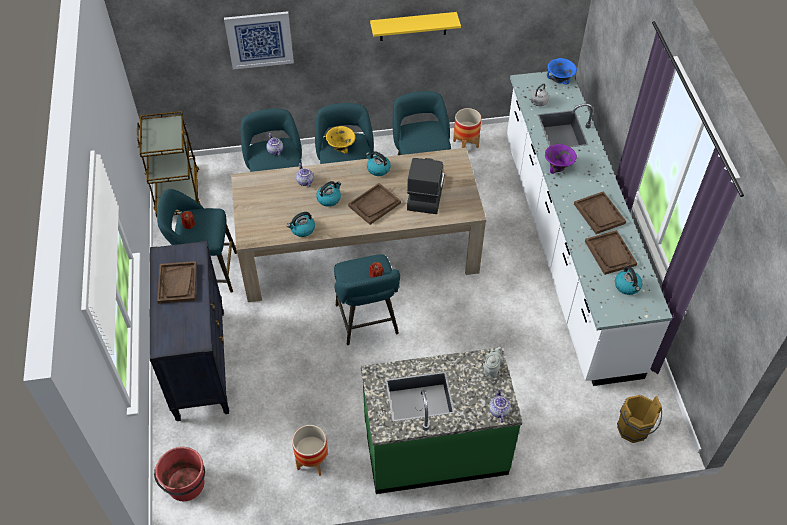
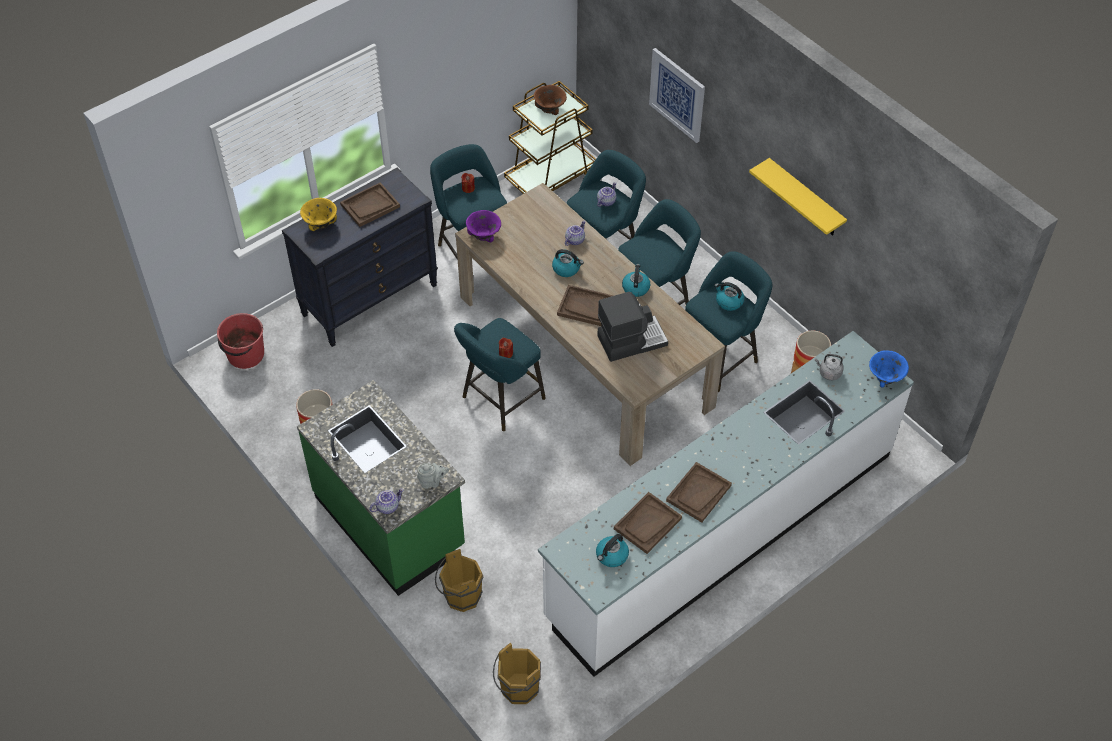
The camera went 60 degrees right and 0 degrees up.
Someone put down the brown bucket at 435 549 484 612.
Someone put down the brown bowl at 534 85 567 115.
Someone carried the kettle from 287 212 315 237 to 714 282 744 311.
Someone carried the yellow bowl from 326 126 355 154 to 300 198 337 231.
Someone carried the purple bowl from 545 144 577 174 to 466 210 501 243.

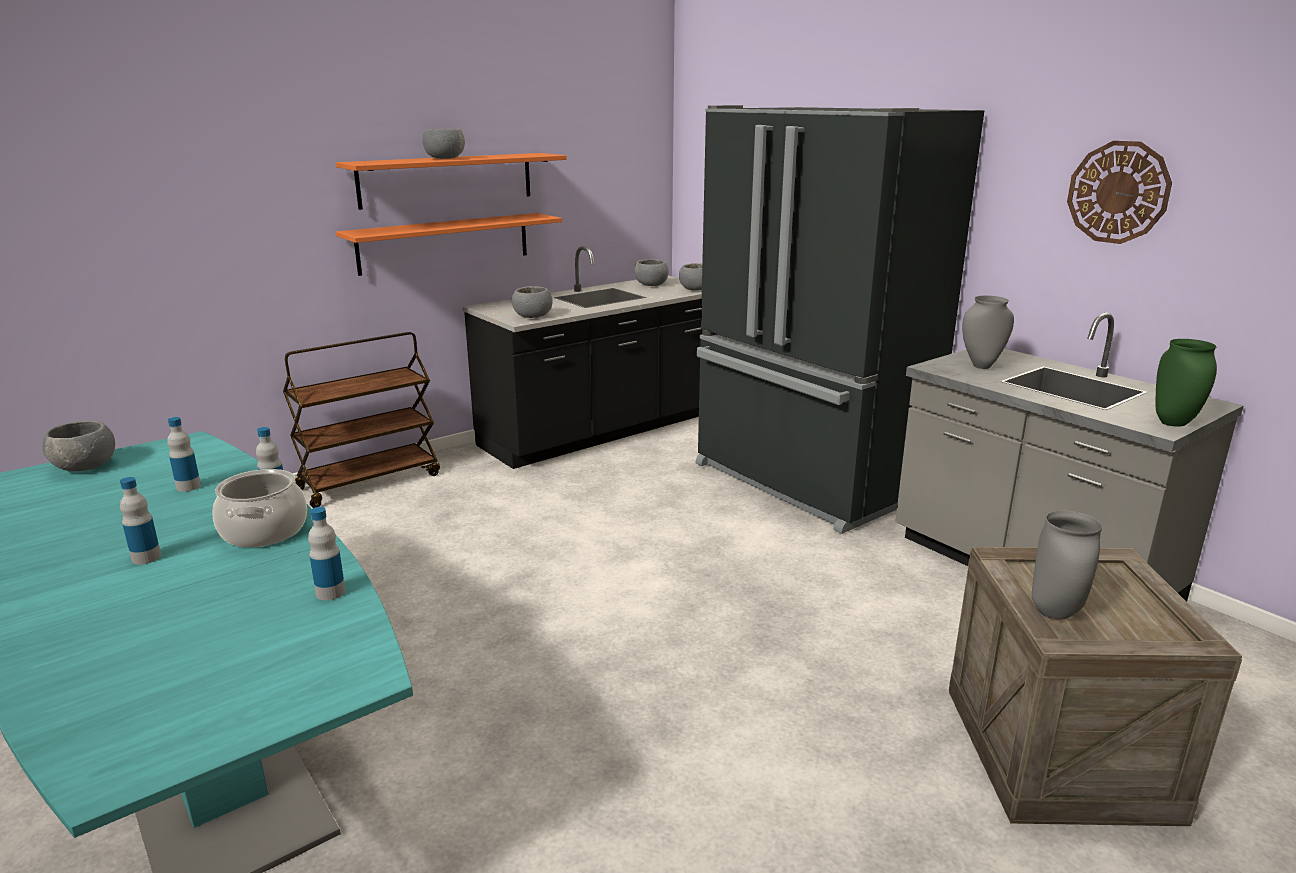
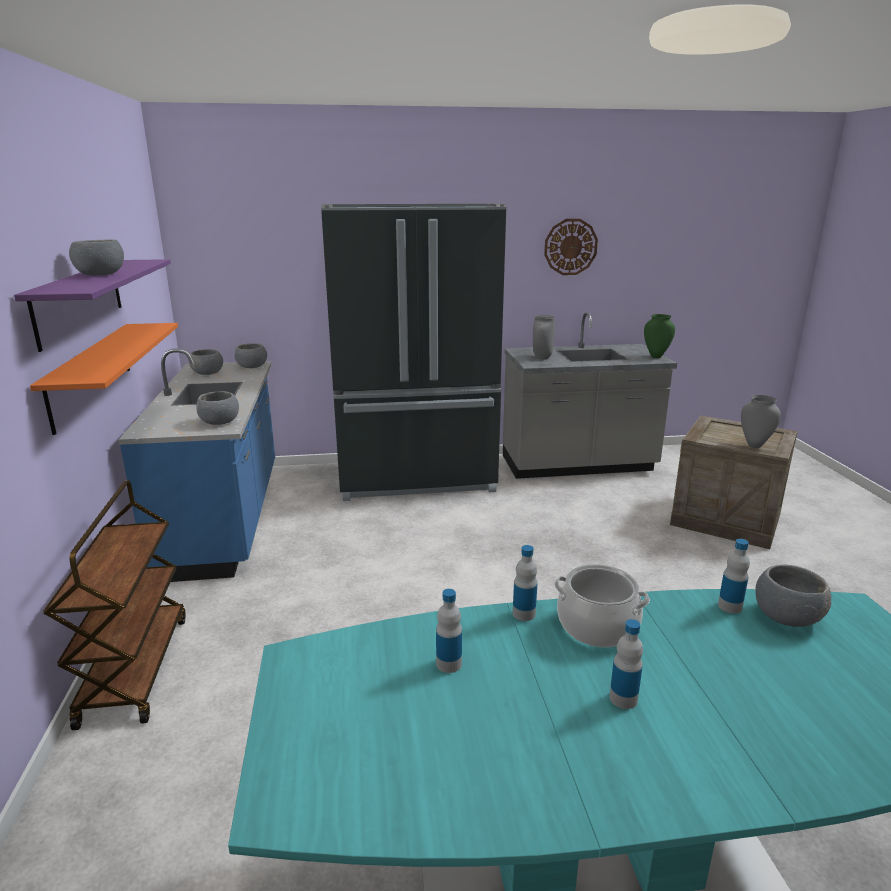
The camera went 60 degrees left and 0 degrees up.
Someone carried the grey bowl from 42 421 115 471 to 755 565 831 627.
Someone repainted the orange shelf at 335 153 567 210, which became the purple shelf at 14 259 171 352.
Someone repainted the black counter at 462 246 703 469, which became the blue counter at 118 349 275 582.

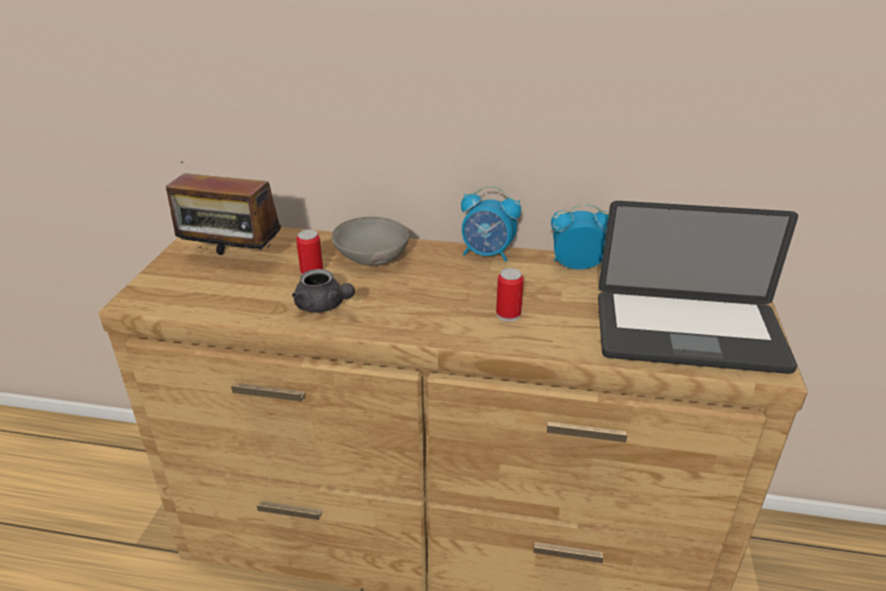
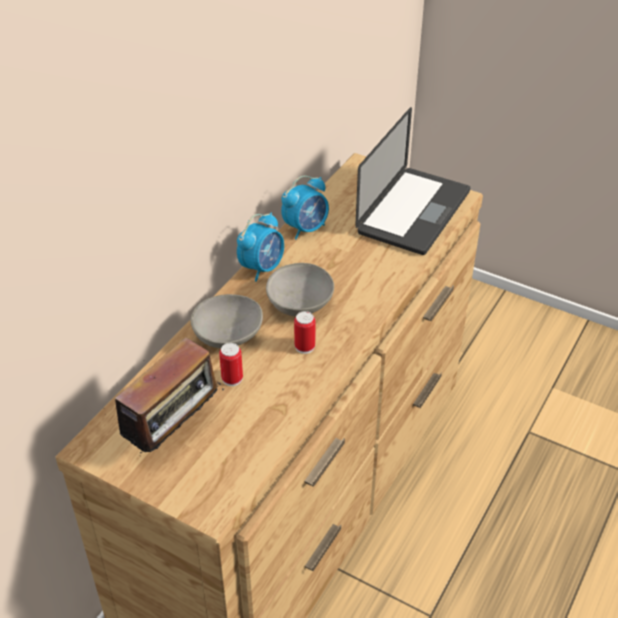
The camera went 70 degrees left and 10 degrees up.
Someone took away the grey teapot at 292 269 355 313.
Someone put down the grey bowl at 266 263 334 316.
Someone carried the can from 496 268 524 322 to 294 311 315 354.
Someone rotated the alarm clock at 551 203 609 270 by 150 degrees counterclockwise.

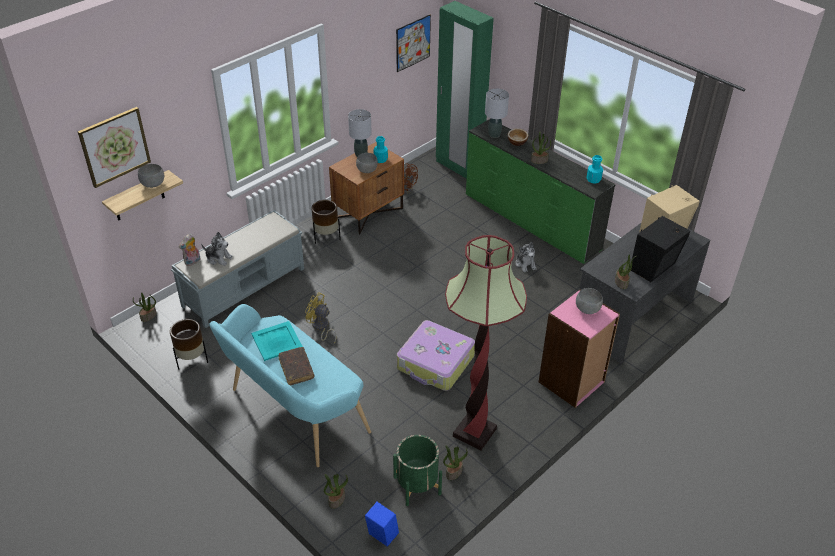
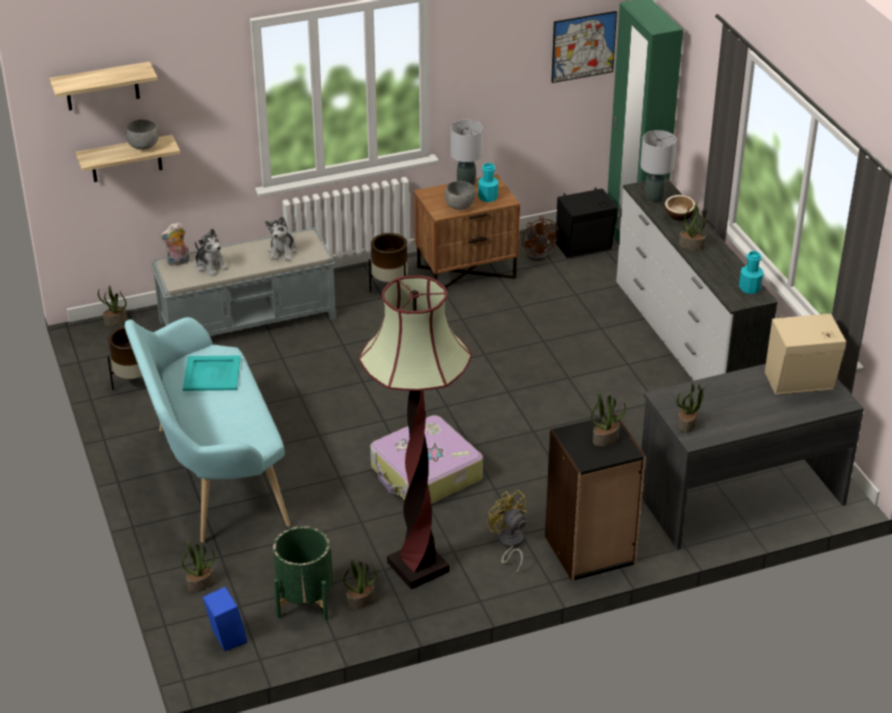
The camera went 25 degrees right and 5 degrees down.
Someone took away the brown book at 278 347 314 386.
Someone carried the yellow fan from 305 292 336 344 to 487 490 528 573.
Someone carried the plush toy from 515 242 537 273 to 265 216 297 261.
Someone carried the black speaker from 631 216 690 282 to 556 187 618 258.
Someone swapped the picture at 78 107 151 188 for the shelf at 49 61 158 111.
Someone swapped the grey bowl at 576 288 603 314 for the potted plant at 590 392 626 447.
Someone repainted the green dresser at 466 119 616 263, which became the white dresser at 616 177 778 381.
Someone repainted the pink bookcase at 539 289 620 408, which became the black bookcase at 545 414 646 581.

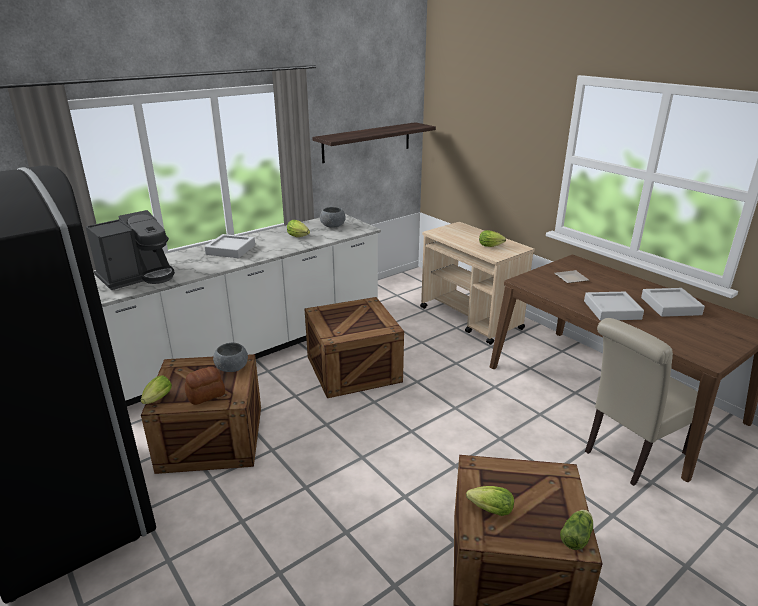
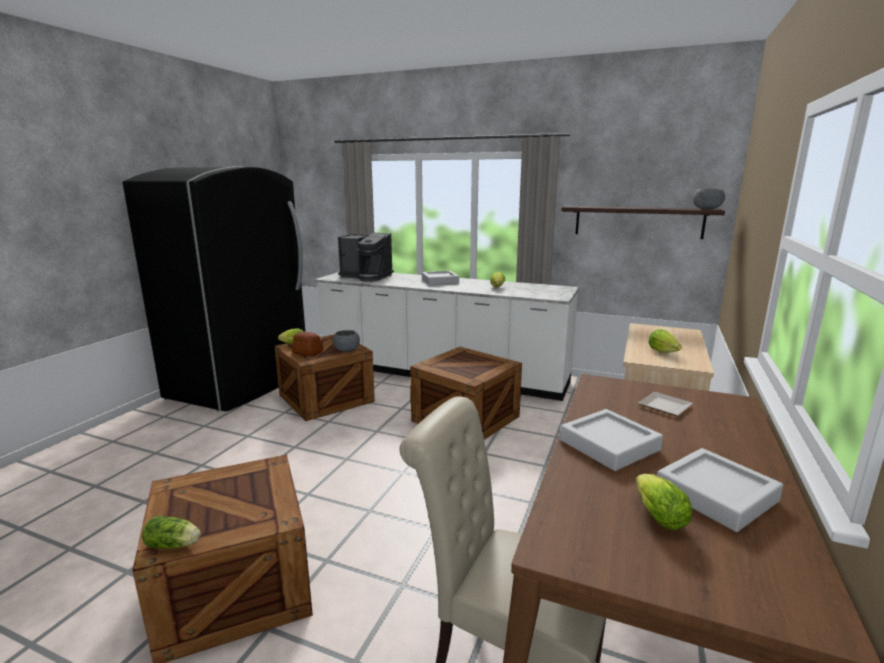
The camera went 60 degrees right and 10 degrees down.
Someone carried the grey bowl from 320 207 346 228 to 693 189 725 209.
Someone carried the lettuce from 466 486 514 516 to 636 474 692 530.

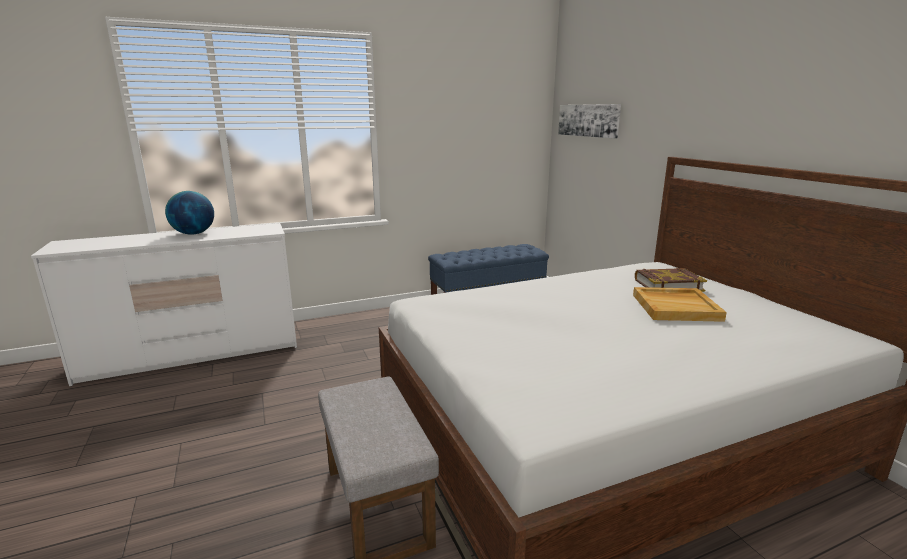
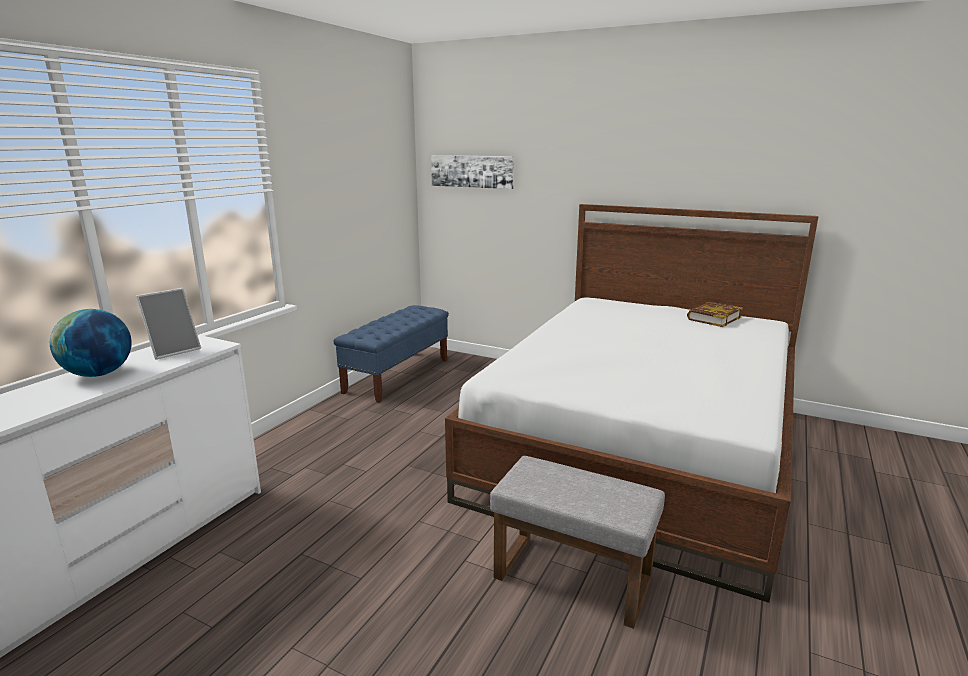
The camera went 40 degrees left and 0 degrees up.
Someone took away the beige tray at 633 287 727 322.
Someone put down the picture frame at 136 288 201 360.
Someone carried the book from 635 268 707 292 to 687 302 743 327.

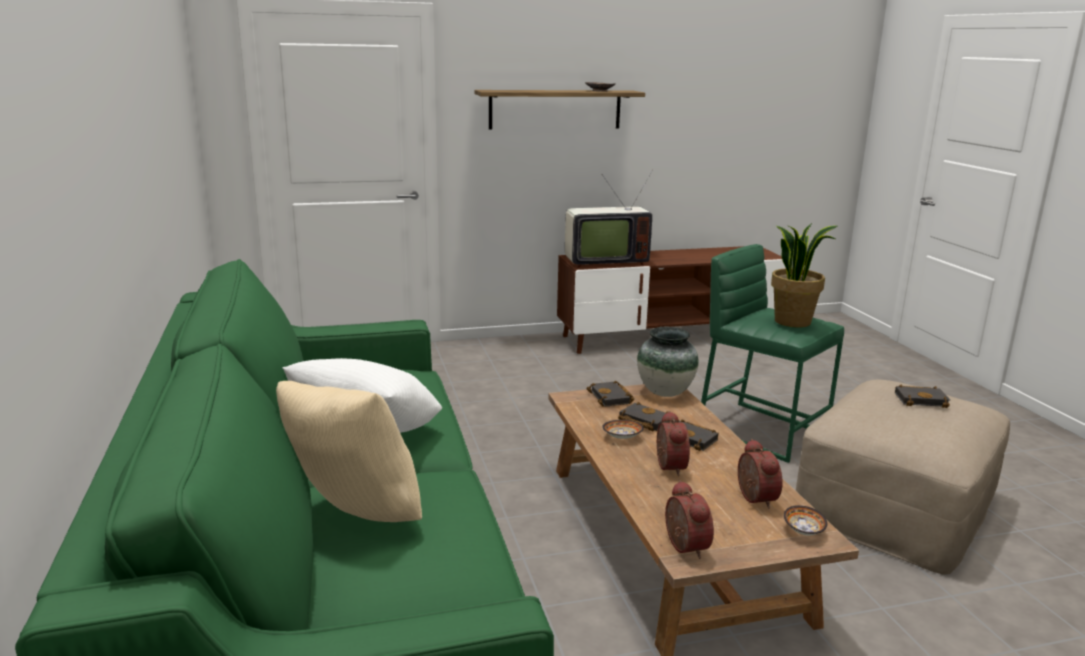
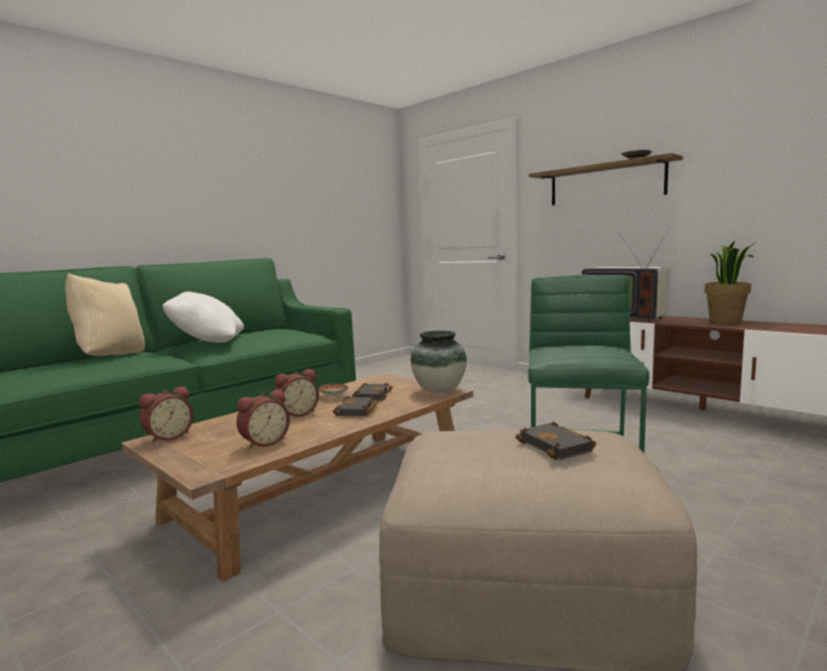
The camera went 60 degrees right and 10 degrees down.
Someone took away the black book at 586 381 634 407.
Someone took away the bowl at 784 505 827 536.
Someone carried the potted plant from 771 223 837 328 to 705 241 756 324.

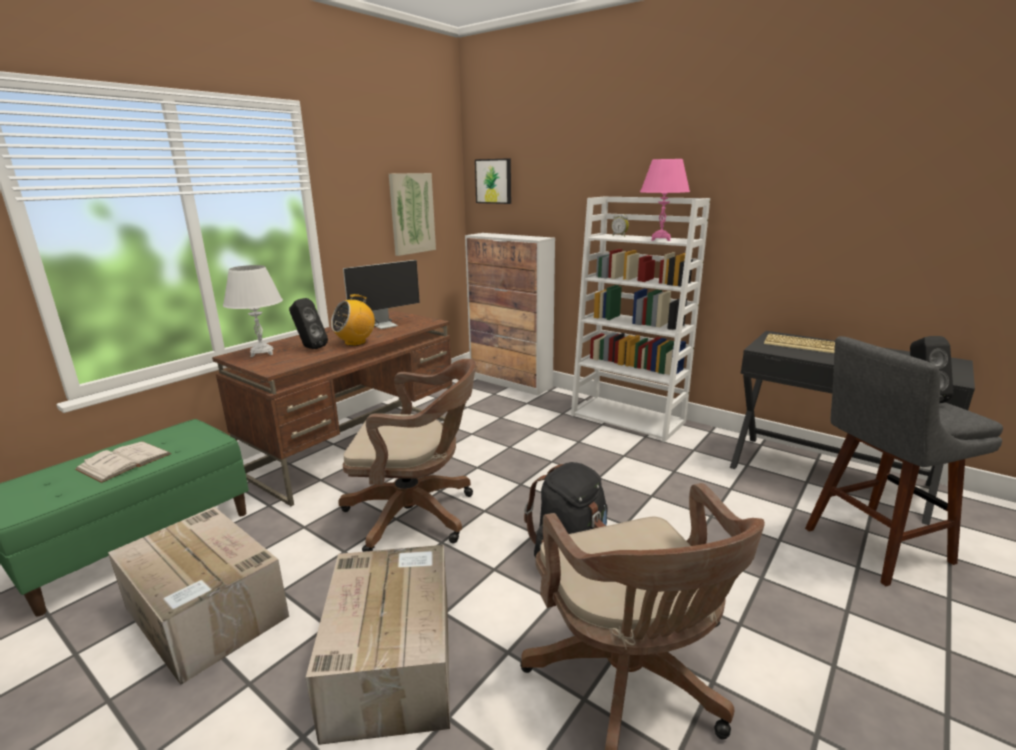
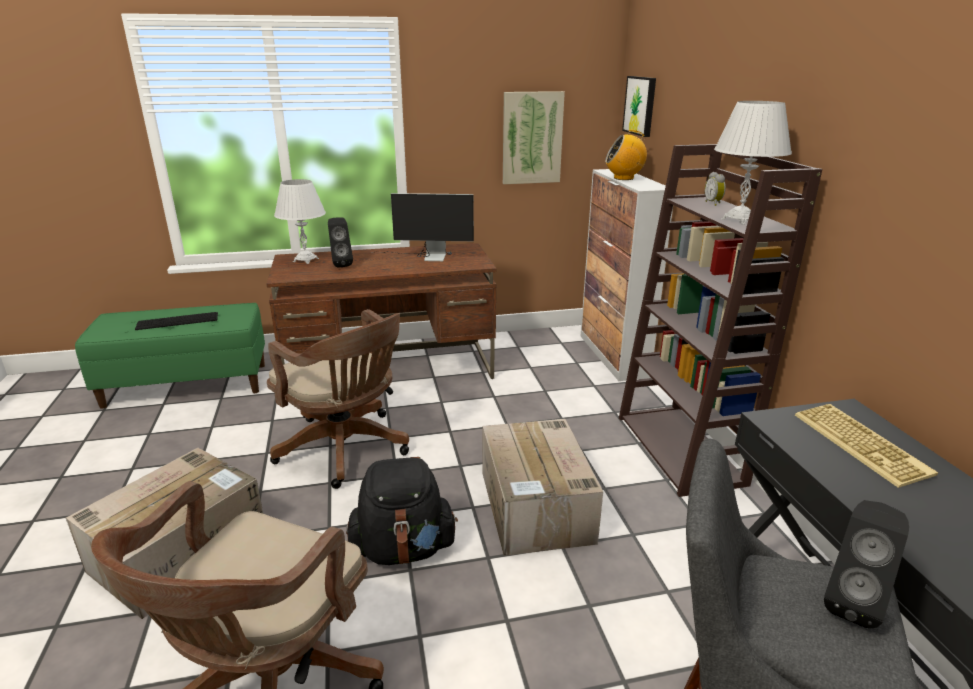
The camera went 40 degrees right and 5 degrees up.
Someone carried the cardboard box from 108 506 289 685 to 483 419 603 556.
Someone carried the radio from 331 294 375 346 to 605 130 647 180.
Someone swapped the white book at 75 441 172 483 for the keyboard at 135 312 218 330.
Someone repainted the white bookcase at 571 196 710 442, which became the brown bookcase at 619 144 823 497.
Someone repainted the pink table lamp at 640 159 690 241, which became the white table lamp at 714 101 792 225.

